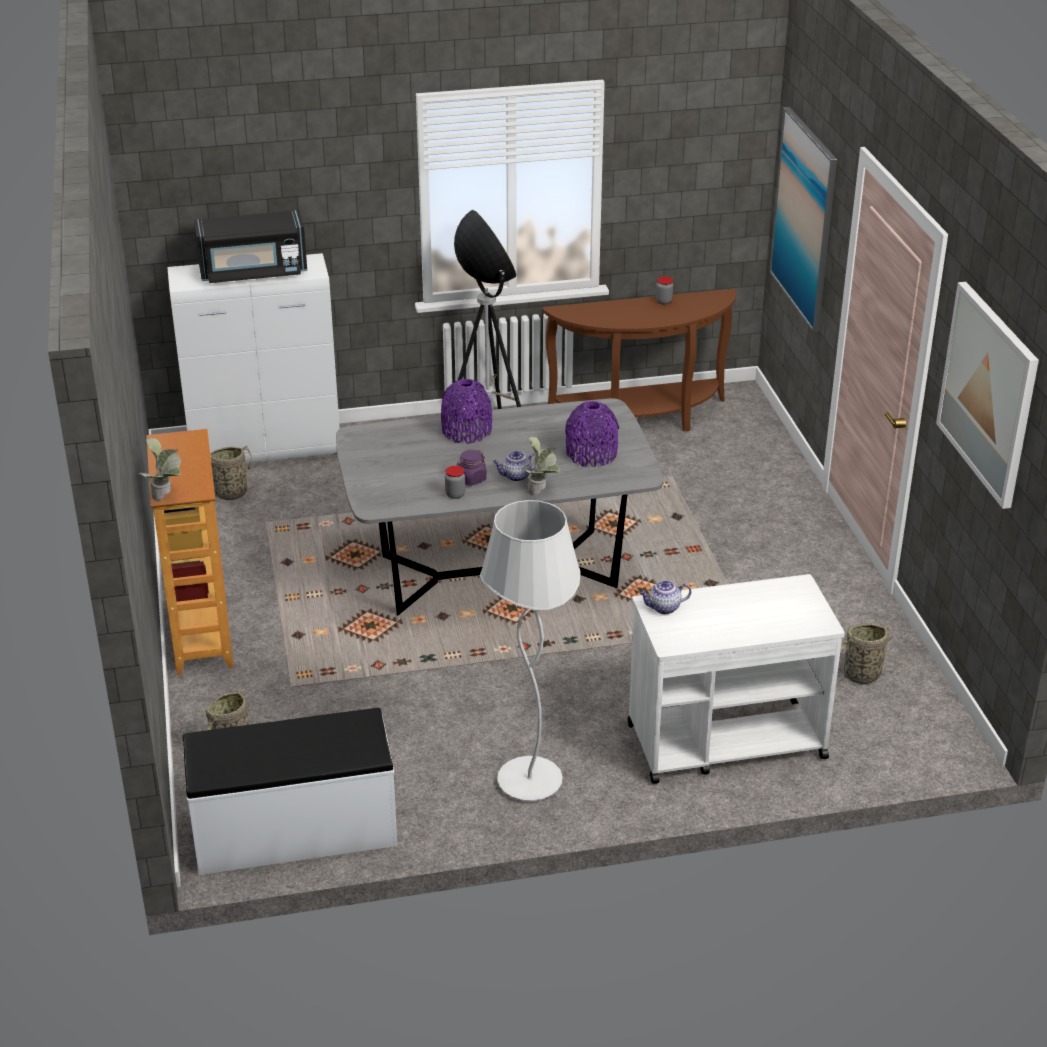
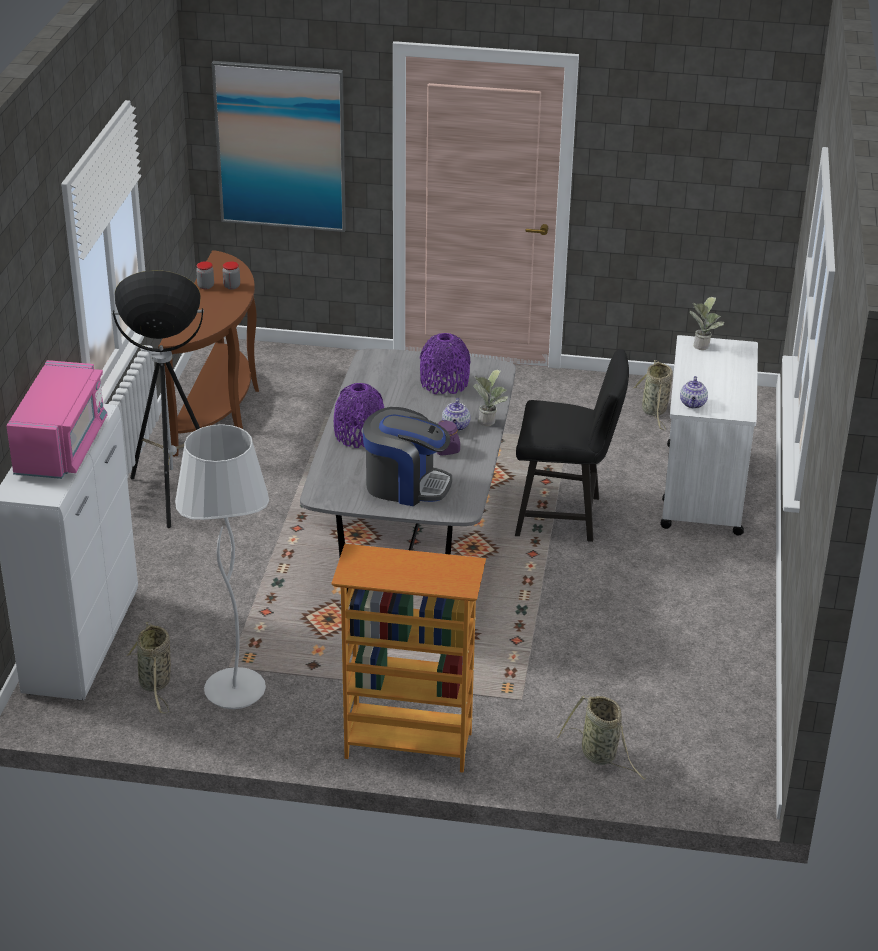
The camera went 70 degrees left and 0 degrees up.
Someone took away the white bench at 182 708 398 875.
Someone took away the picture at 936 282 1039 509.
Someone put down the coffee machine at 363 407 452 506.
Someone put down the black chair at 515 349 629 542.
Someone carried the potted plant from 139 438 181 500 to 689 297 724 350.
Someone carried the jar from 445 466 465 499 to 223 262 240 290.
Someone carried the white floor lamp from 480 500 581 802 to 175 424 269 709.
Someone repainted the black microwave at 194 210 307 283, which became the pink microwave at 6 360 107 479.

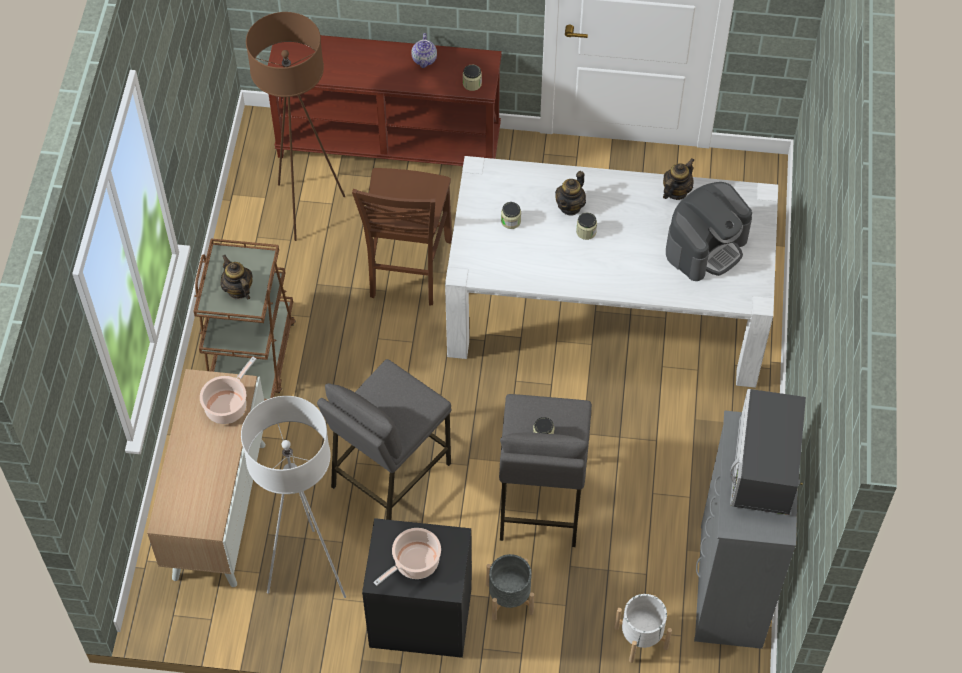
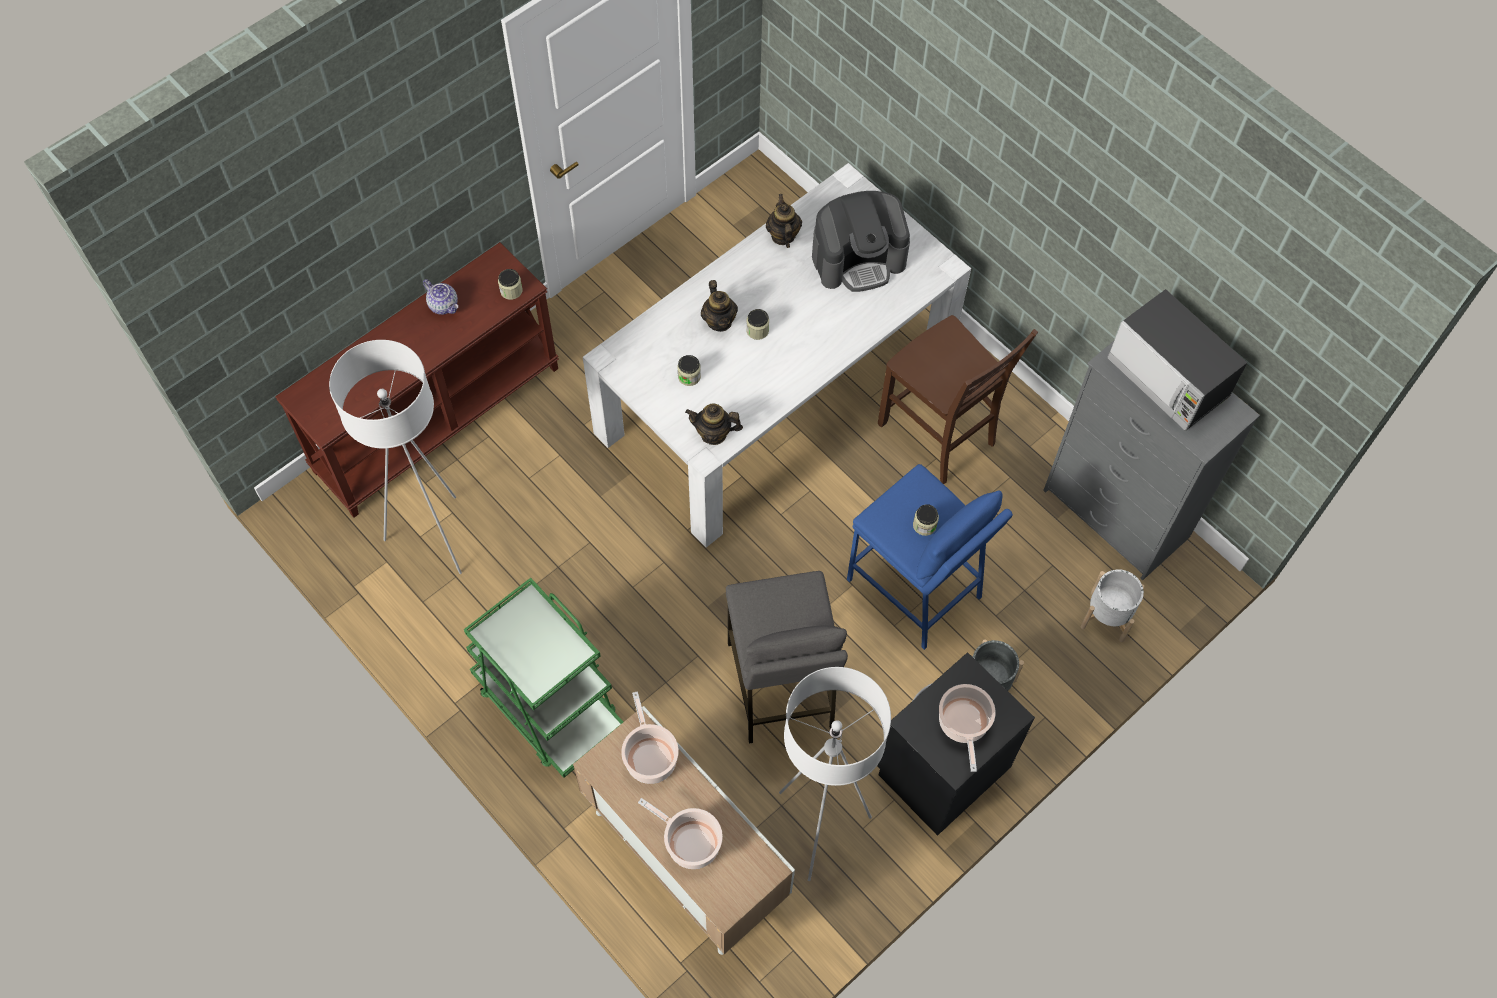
The camera went 50 degrees left and 5 degrees up.
Someone put down the cooking pot at 638 798 723 869.
Someone carried the teapot from 221 254 253 300 to 685 404 743 445.
Someone carried the brown chair from 352 168 452 305 to 878 315 1038 484.
Someone repainted the brown cart at 193 239 296 401, which became the green cart at 464 578 623 778.
Someone repainted the brown floor lamp at 246 12 345 241, which became the white floor lamp at 329 340 462 574.
Someone repainted the grey stool at 499 394 592 547, which became the blue stool at 847 464 1013 650.
Someone rotated the coffee machine at 666 182 752 281 by 75 degrees clockwise.

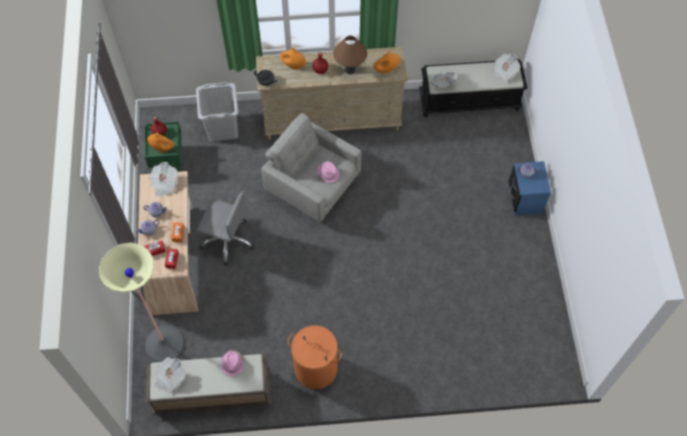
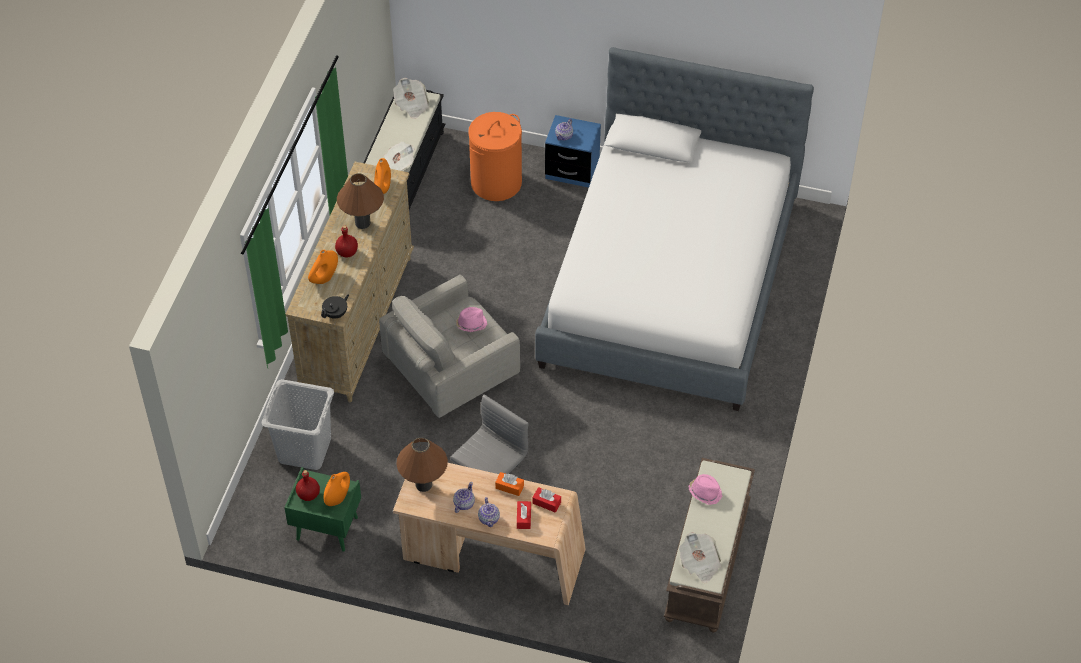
The camera went 70 degrees left and 10 degrees down.
Someone took away the floor lamp at 99 242 184 362.
Someone put down the bed at 535 47 814 411.
Someone carried the orange laundry basket from 288 326 342 389 to 468 112 522 201.
Someone swapped the newspaper at 149 162 179 197 for the brown table lamp at 396 437 448 492.

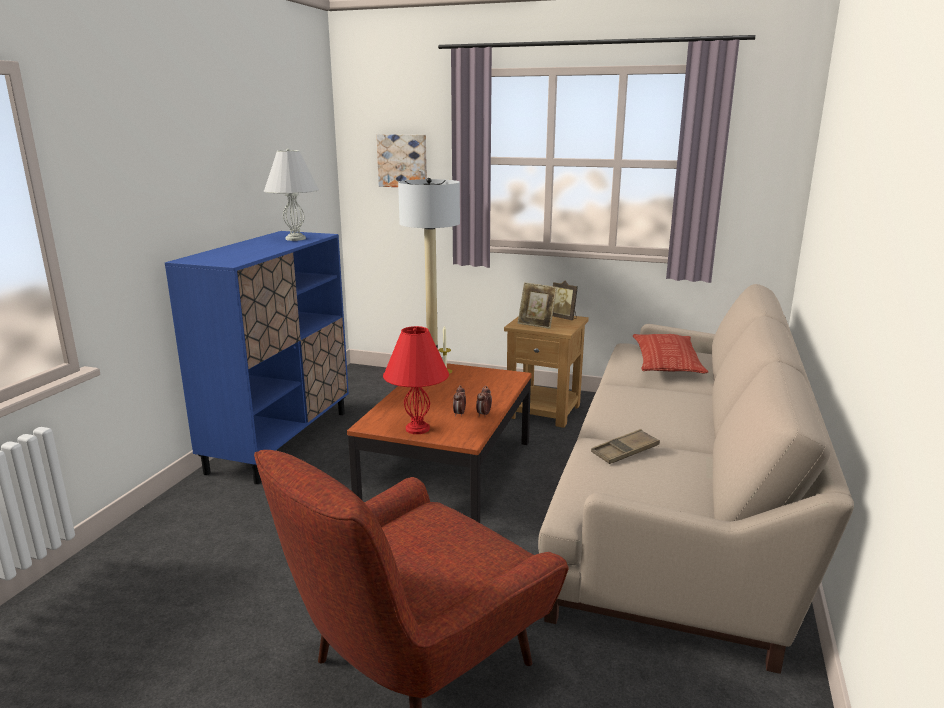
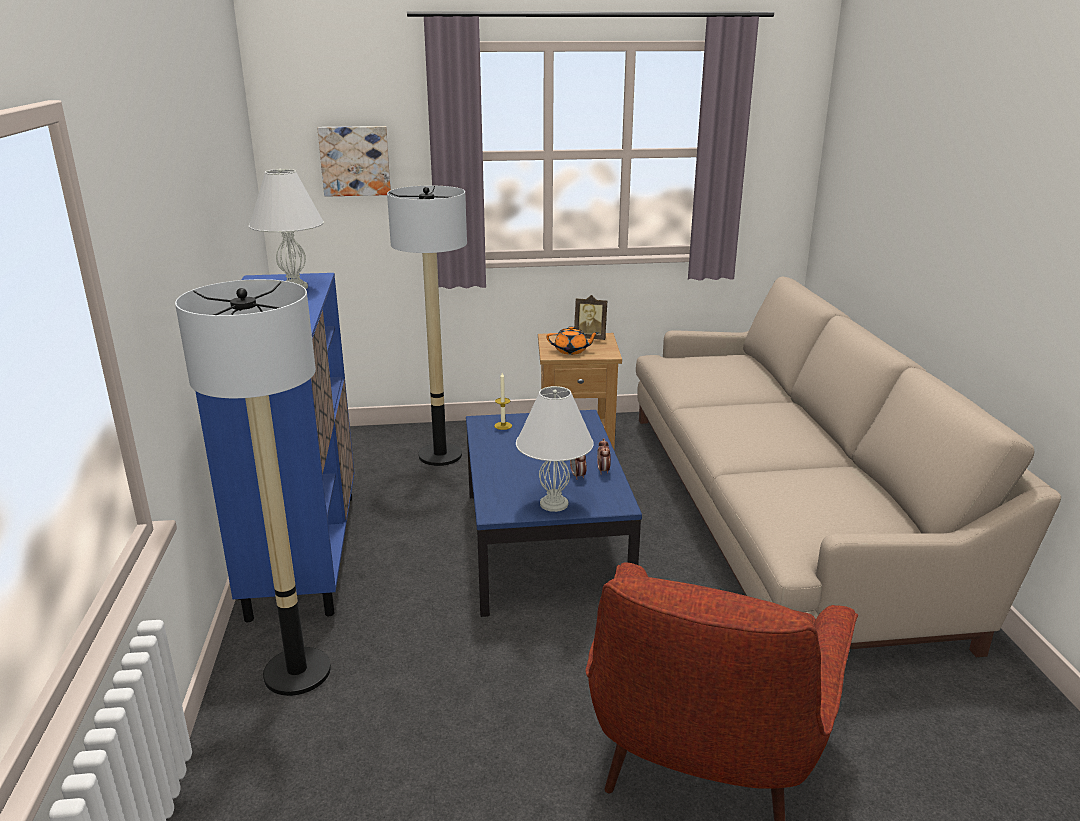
The camera went 25 degrees left and 5 degrees up.
Someone took away the brown tray at 591 429 660 464.
Someone took away the pillow at 633 334 708 374.
Someone put down the floor lamp at 175 279 331 696.
Someone swapped the picture frame at 517 282 557 329 for the orange teapot at 546 326 599 355.
Someone repainted the brown coffee table at 347 363 532 523, which became the blue coffee table at 466 410 642 617.
Someone repainted the red table lamp at 383 326 449 434, which became the white table lamp at 516 386 594 512.

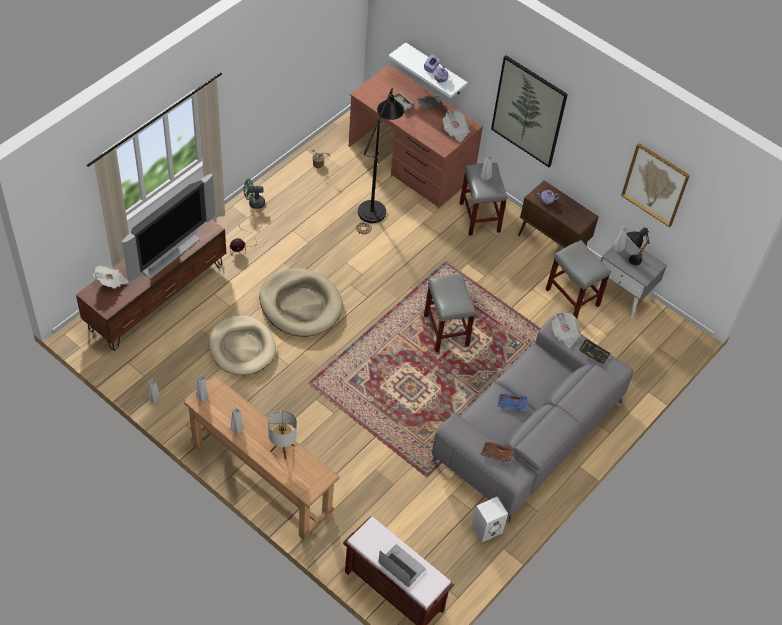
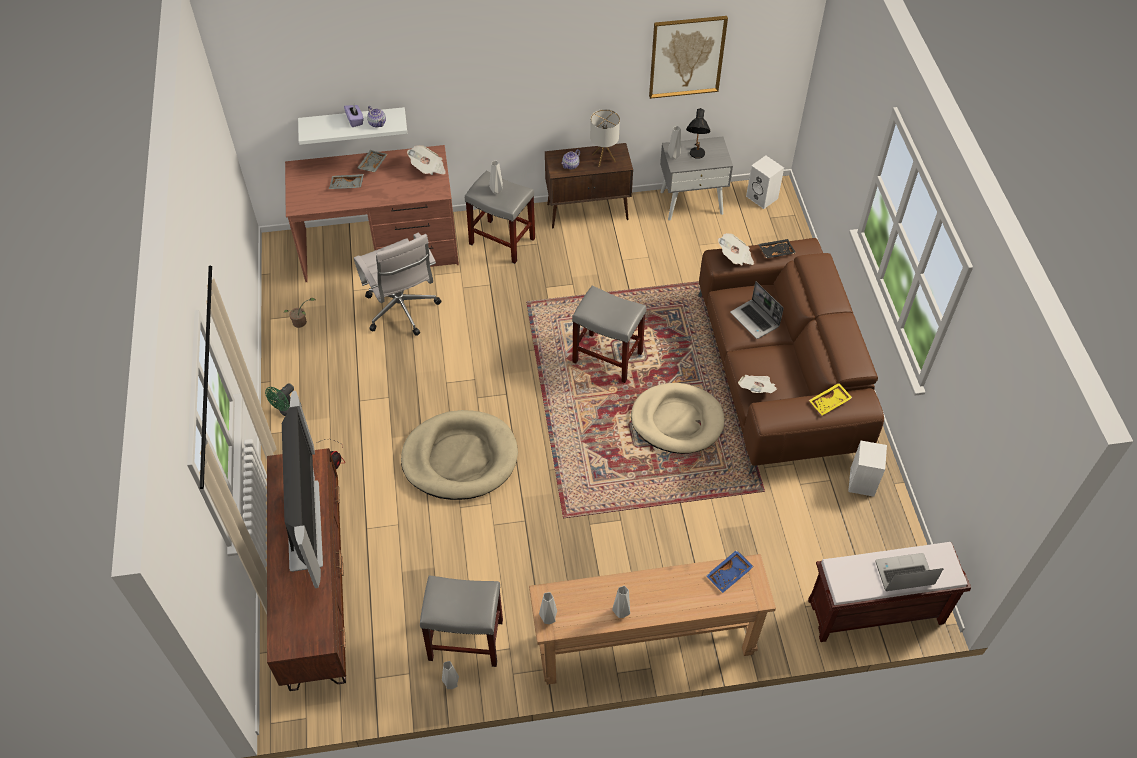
The camera went 45 degrees left and 0 degrees up.
Someone took away the picture at 491 55 568 167.
Someone put down the laptop at 730 282 784 339.
Someone put down the white speaker at 746 156 784 209.
Someone carried the newspaper from 93 265 128 288 to 738 375 777 393.
Someone carried the beige dog bed from 209 315 276 375 to 631 383 724 454.
Someone carried the table lamp from 268 411 297 460 to 590 109 620 167.
Someone carried the blue tray from 497 393 528 410 to 706 550 753 593.
Someone carried the grey stool from 546 240 611 319 to 420 575 503 667.
Someone swapped the black floor lamp at 356 88 404 234 for the white office chair at 354 233 441 336.
Someone repainted the grey sofa at 432 316 633 523, which became the brown sofa at 698 238 884 475.
Someone repainted the brown tray at 481 441 514 463, which became the yellow tray at 809 384 852 415.

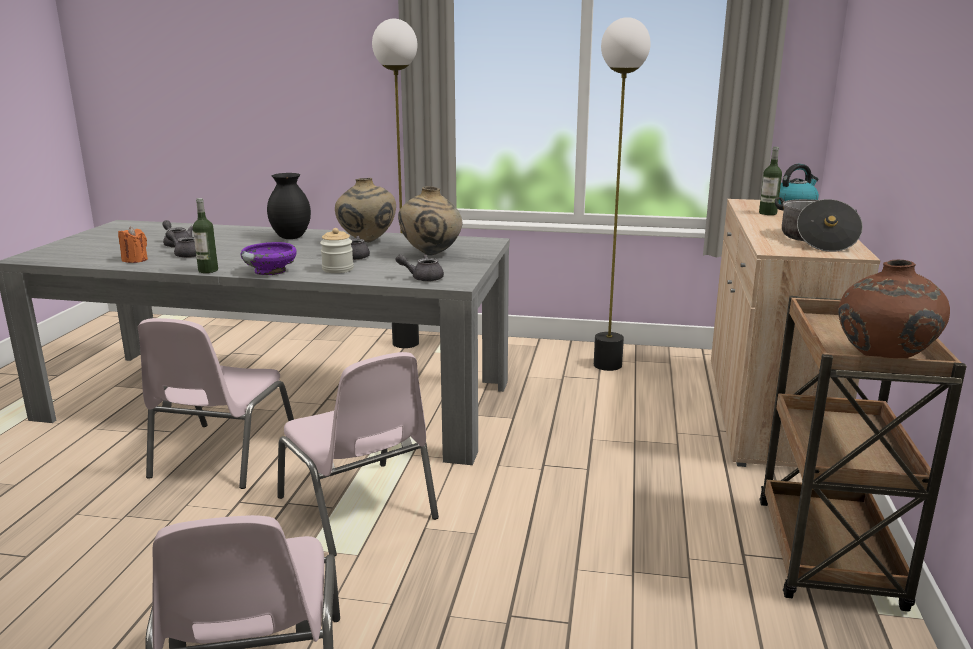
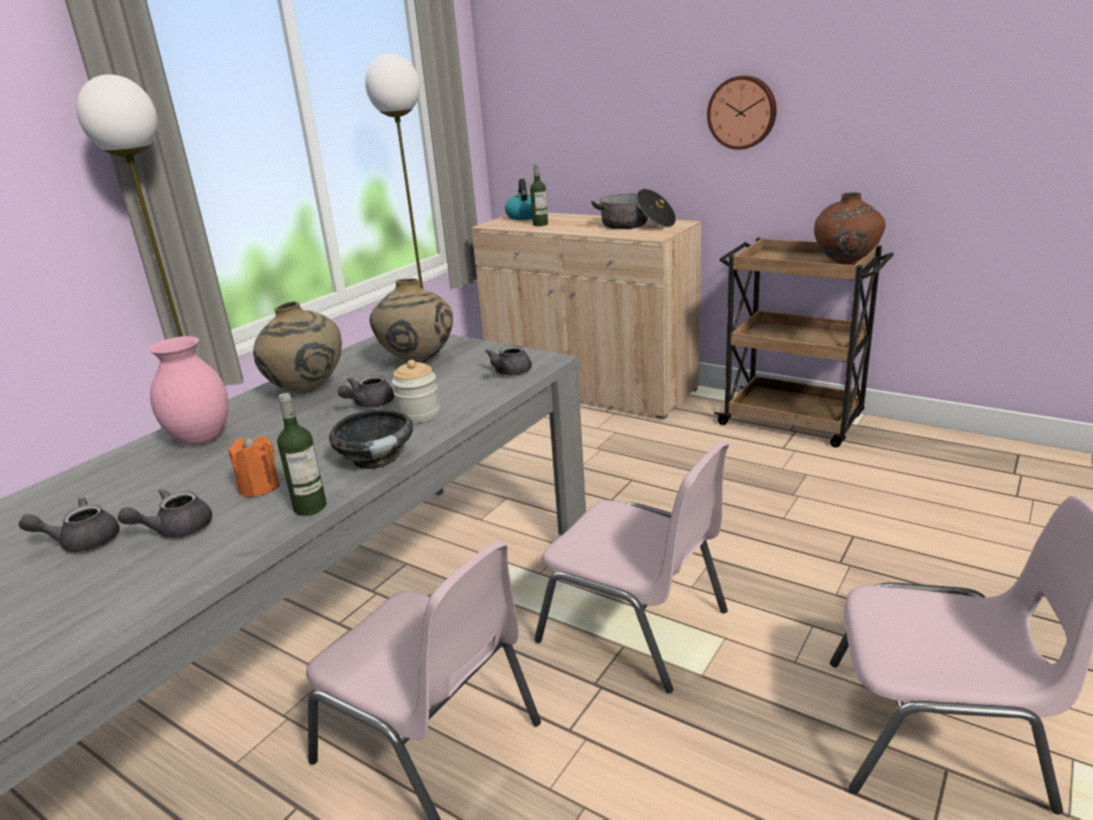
The camera went 65 degrees left and 5 degrees up.
Someone put up the wall clock at 707 75 777 150.
Someone carried the orange candle from 118 226 148 263 to 228 435 280 497.
Someone repainted the purple bowl at 240 242 297 276, which became the black bowl at 329 410 413 470.
Someone repainted the black vase at 267 173 311 239, which became the pink vase at 148 336 229 446.
Someone rotated the pink chair at 277 352 439 557 by 45 degrees clockwise.

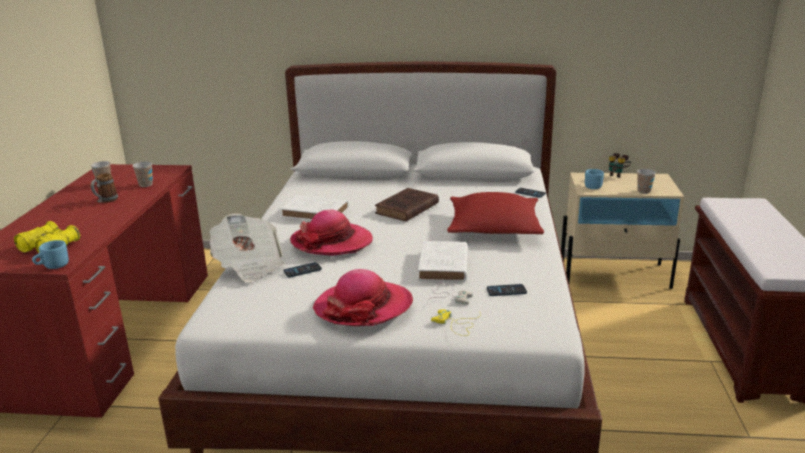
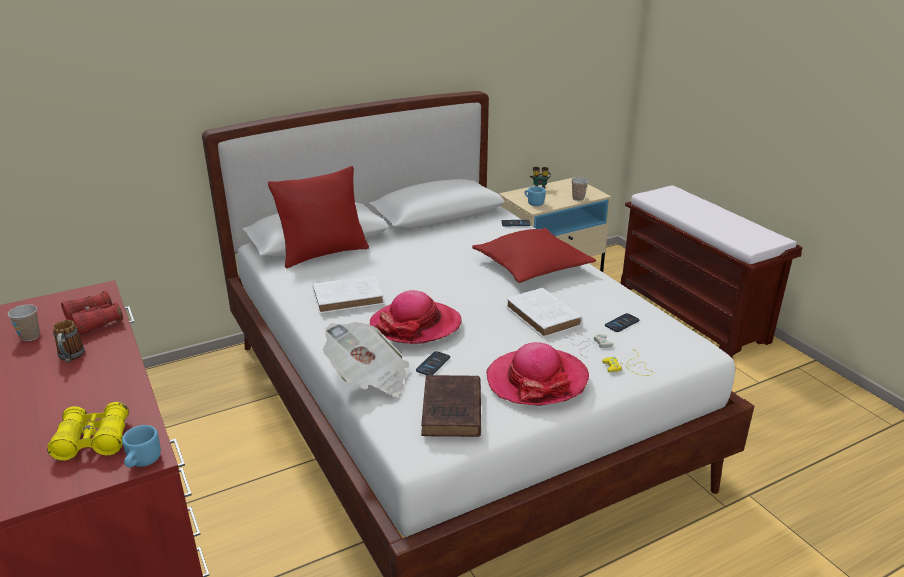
The camera went 35 degrees left and 5 degrees up.
Someone put down the red pillow at 268 166 369 268.
Someone carried the brown book from 375 188 439 222 to 421 375 481 437.
Someone swapped the cup at 132 161 153 187 for the red binoculars at 61 291 123 336.

